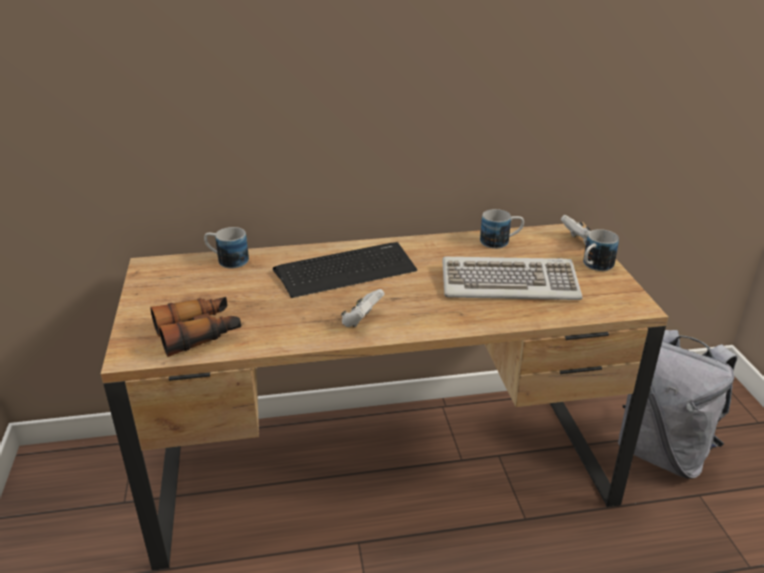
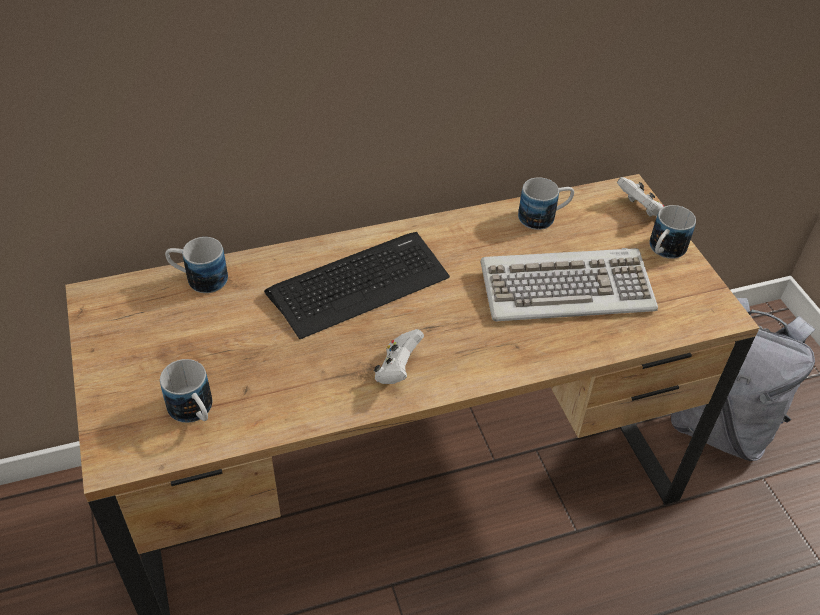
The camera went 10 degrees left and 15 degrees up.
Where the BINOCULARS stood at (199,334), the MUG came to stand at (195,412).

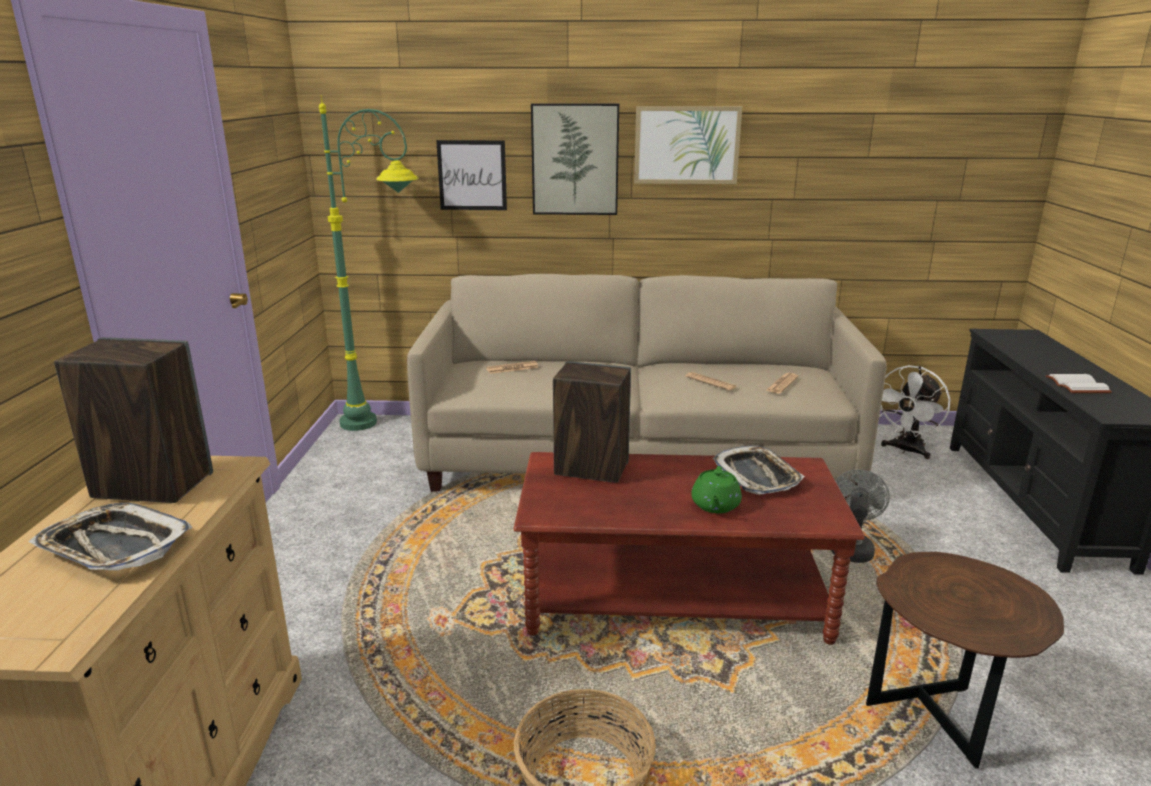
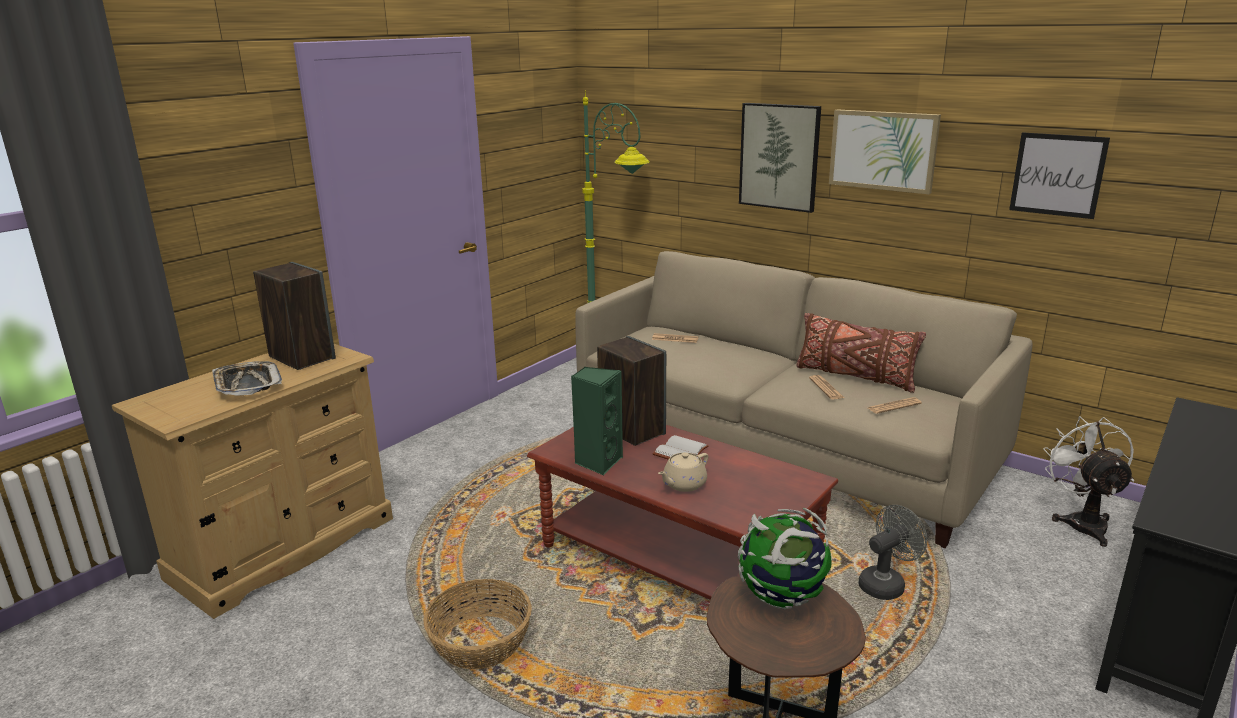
The camera went 35 degrees right and 0 degrees up.
The second view lost the TRAY at (757,476).
The second view gained the GREEN SPEAKER at (598,462).
The second view gained the GLOBE at (782,597).
The second view gained the BROWN PILLOW at (854,376).
The PICTURE ended up elsewhere, having gone from (472,175) to (1057,175).
The WHITE BOOK ended up elsewhere, having gone from (1075,385) to (679,451).
What was the GREEN TEAPOT at (715,505) turned into the BEIGE TEAPOT at (683,484).
The WHITE FAN at (906,450) ended up facing another way, 105 degrees clockwise from before.

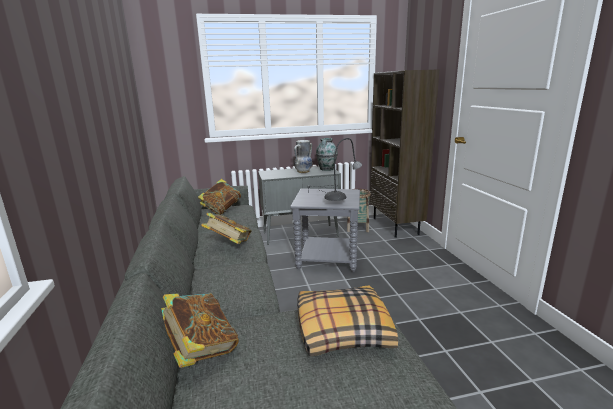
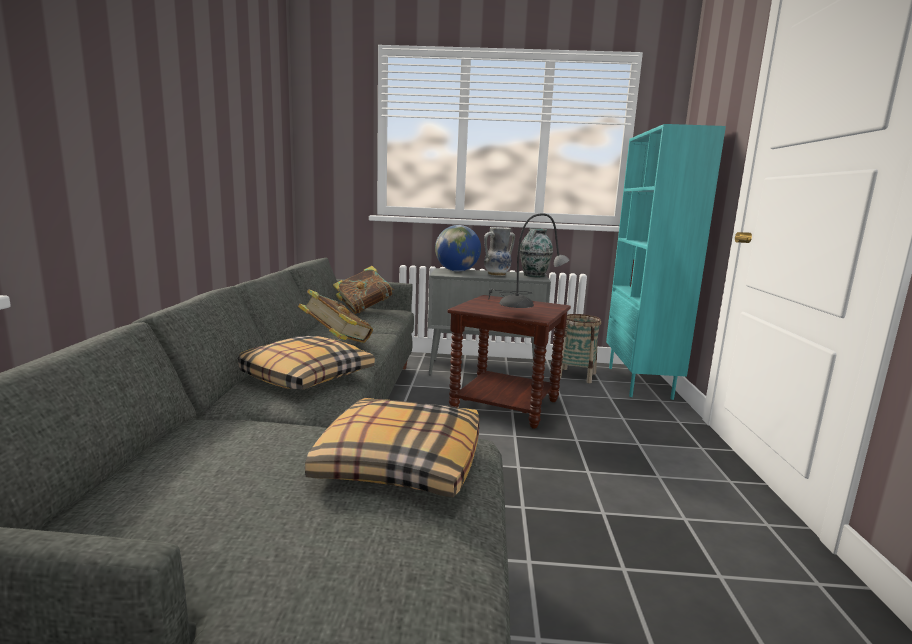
The camera went 15 degrees right and 5 degrees down.
The second view lost the BOOK at (200,350).
The second view gained the PILLOW at (303,377).
The second view gained the GLOBE at (457,271).
What was the GREY SIDE TABLE at (328,258) turned into the BROWN SIDE TABLE at (505,405).
What was the BROWN BOOKCASE at (396,226) turned into the TURQUOISE BOOKCASE at (640,383).

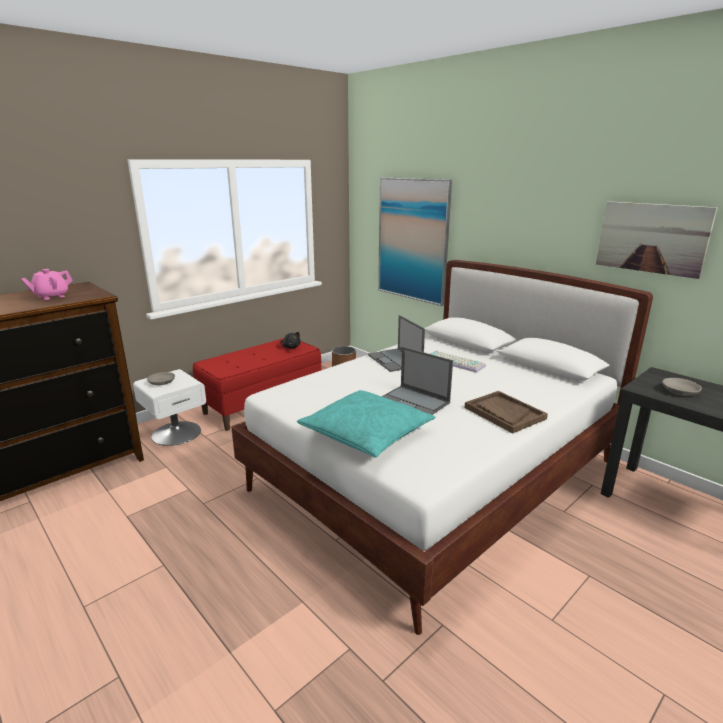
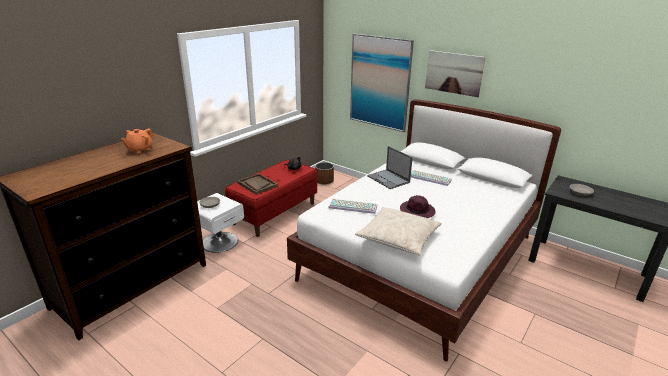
The camera went 10 degrees left and 5 degrees up.
The second view gained the KEYBOARD at (353,206).
The BROWN TRAY ended up elsewhere, having gone from (504,413) to (257,185).
The PICTURE ended up elsewhere, having gone from (651,238) to (453,73).
Where the LAPTOP stood at (414,402), the PURPLE HAT came to stand at (417,212).
What was the PINK TEAPOT at (51,296) turned into the ORANGE TEAPOT at (140,149).
What was the TURQUOISE PILLOW at (366,433) turned into the BEIGE PILLOW at (398,237).

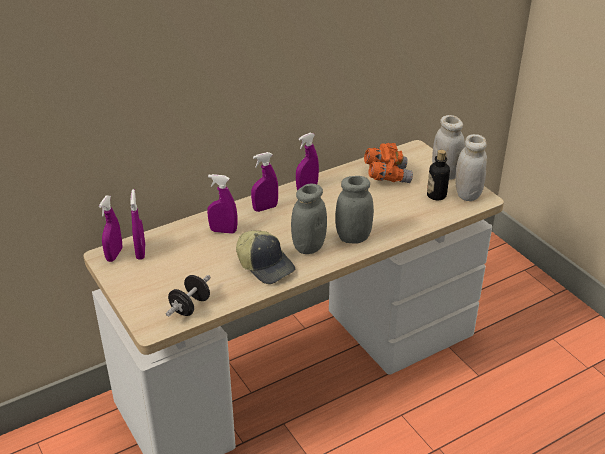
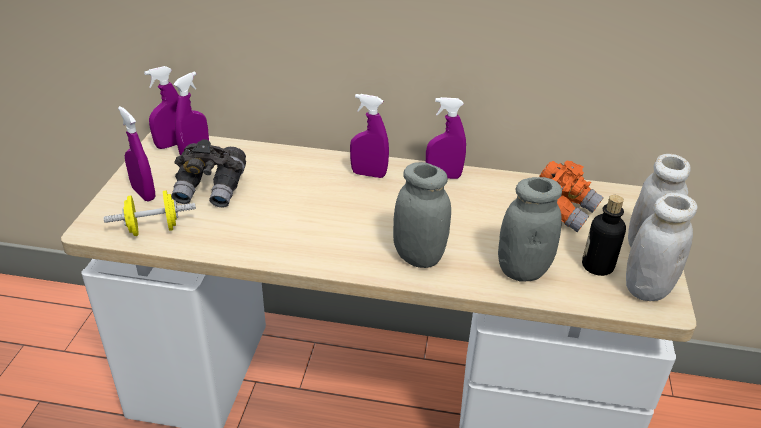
The camera went 40 degrees right and 0 degrees up.
The second view lost the CAP at (266,265).
The second view gained the GREY BINOCULARS at (211,189).
The PURPLE SPRAY BOTTLE ended up elsewhere, having gone from (223,231) to (143,193).
The GREY JAR ended up elsewhere, having gone from (308,246) to (522,270).
What was the BLACK DUMBBELL at (190,306) turned into the YELLOW DUMBBELL at (153,229).

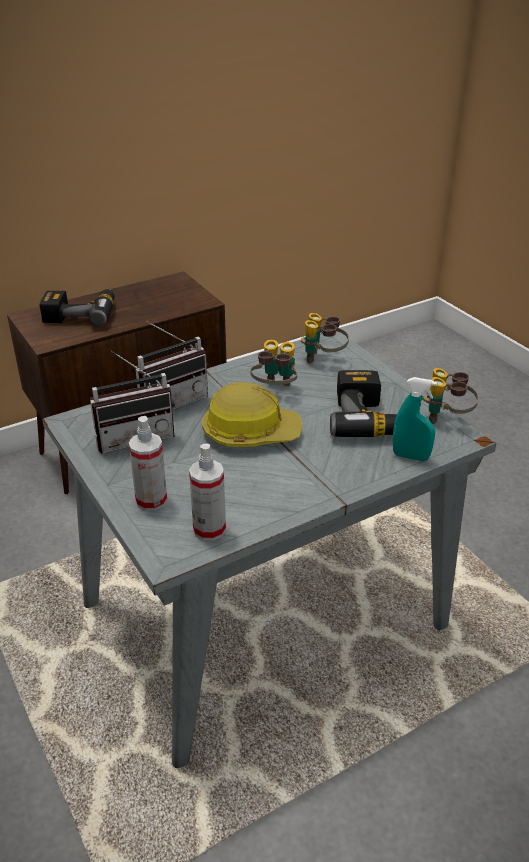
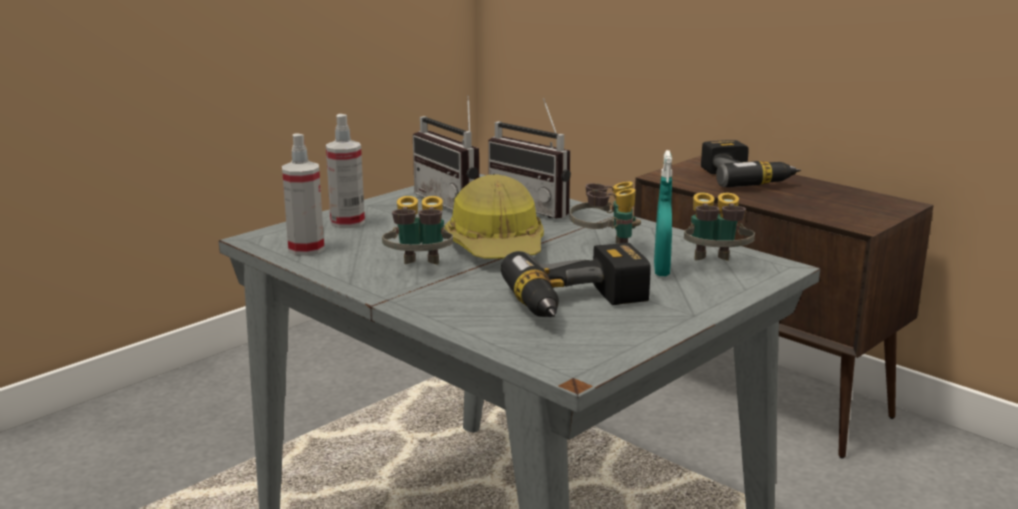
The camera went 75 degrees right and 15 degrees down.
The TURQUOISE SPRAY BOTTLE ended up elsewhere, having gone from (410,456) to (661,270).
The BINOCULARS ended up elsewhere, having gone from (446,419) to (419,270).

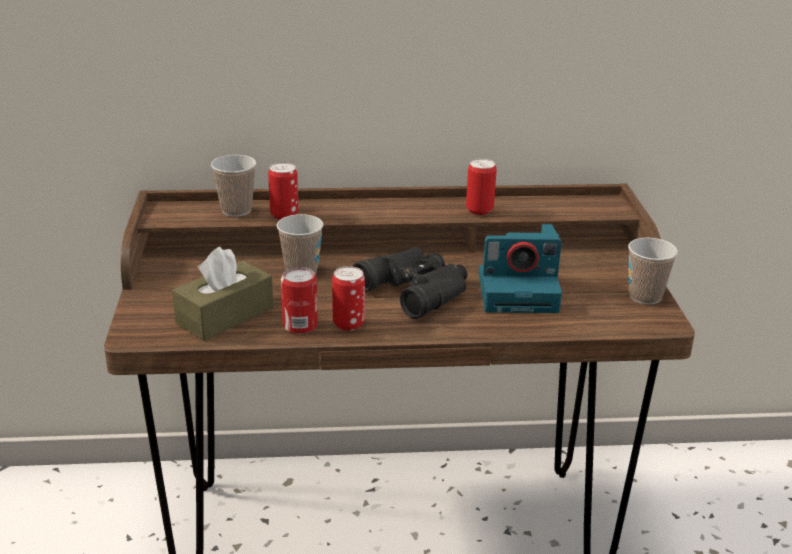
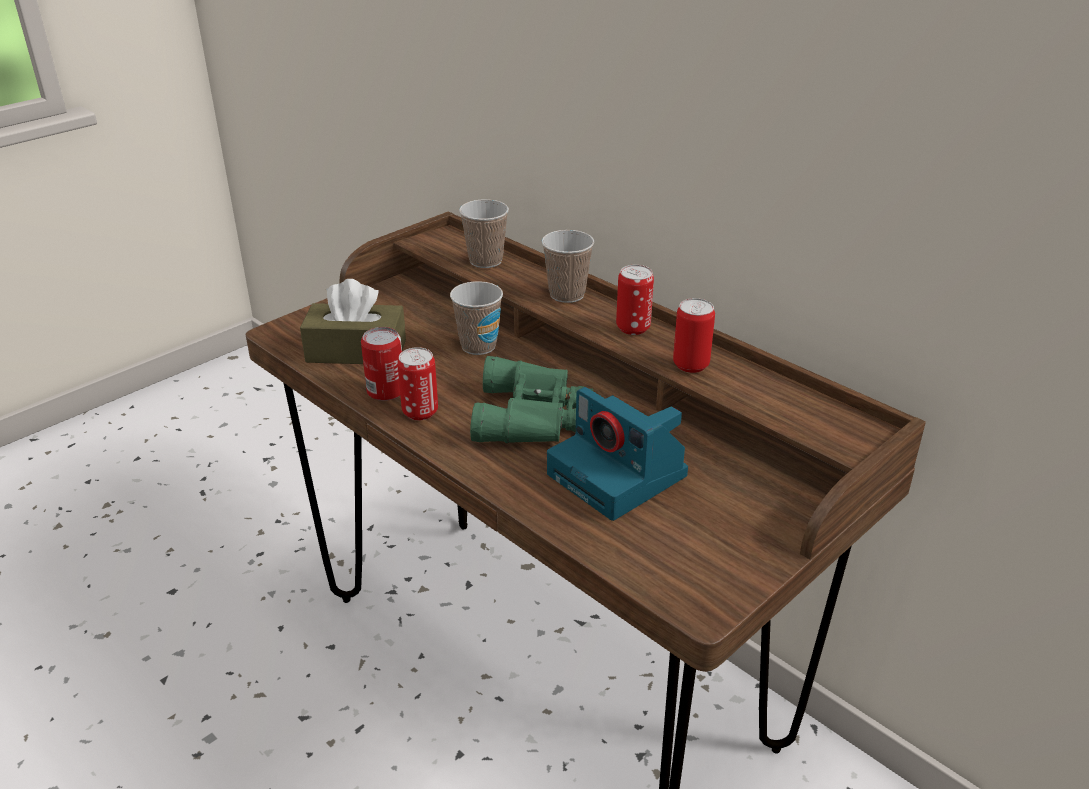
The camera went 50 degrees right and 5 degrees up.
The CAN ended up elsewhere, having gone from (284,215) to (633,328).
The CUP ended up elsewhere, having gone from (645,296) to (567,295).
What was the BLACK BINOCULARS at (418,289) turned into the GREEN BINOCULARS at (535,416).

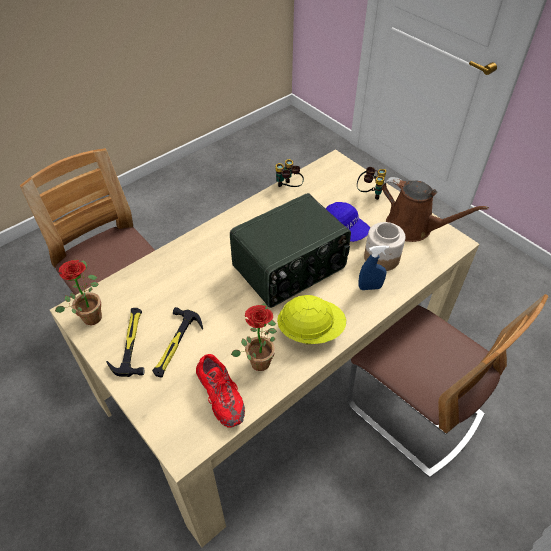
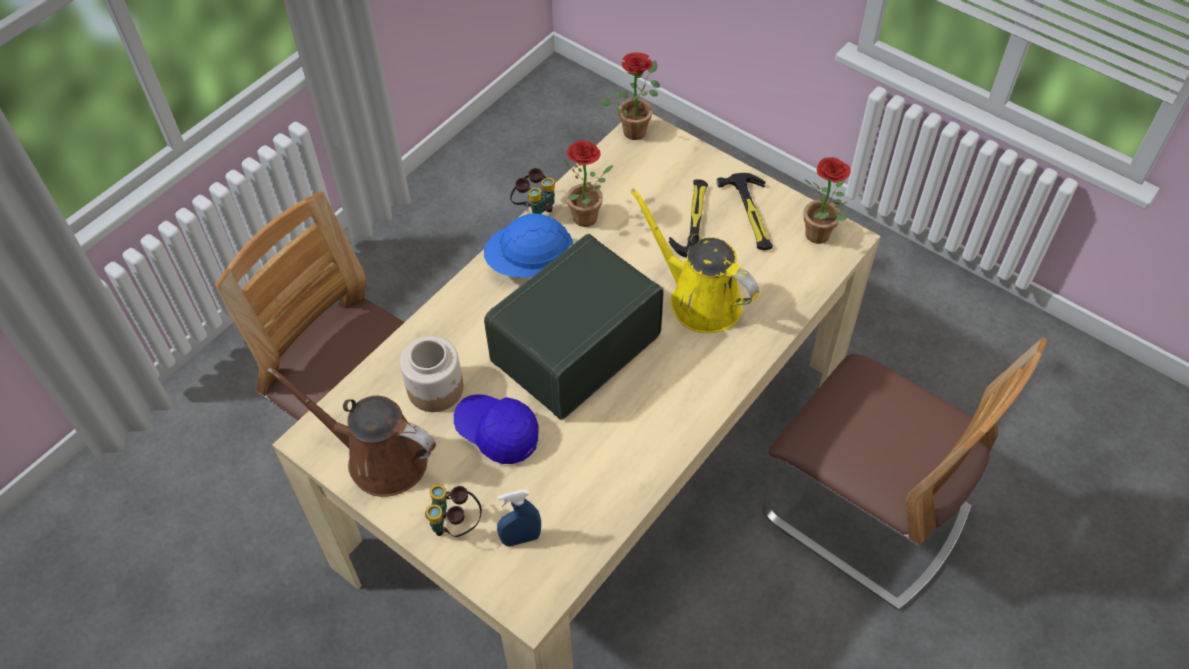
The camera went 170 degrees right and 5 degrees up.
The second view lost the RED SHOE at (221,396).
The second view gained the POTTED PLANT at (635,128).
The second view gained the YELLOW WATERING CAN at (699,299).
The BINOCULARS ended up elsewhere, having gone from (288,188) to (535,208).
The BLUE SPRAY BOTTLE ended up elsewhere, having gone from (370,287) to (521,538).
What was the YELLOW HARD HAT at (310,330) turned into the BLUE HARD HAT at (530,264).

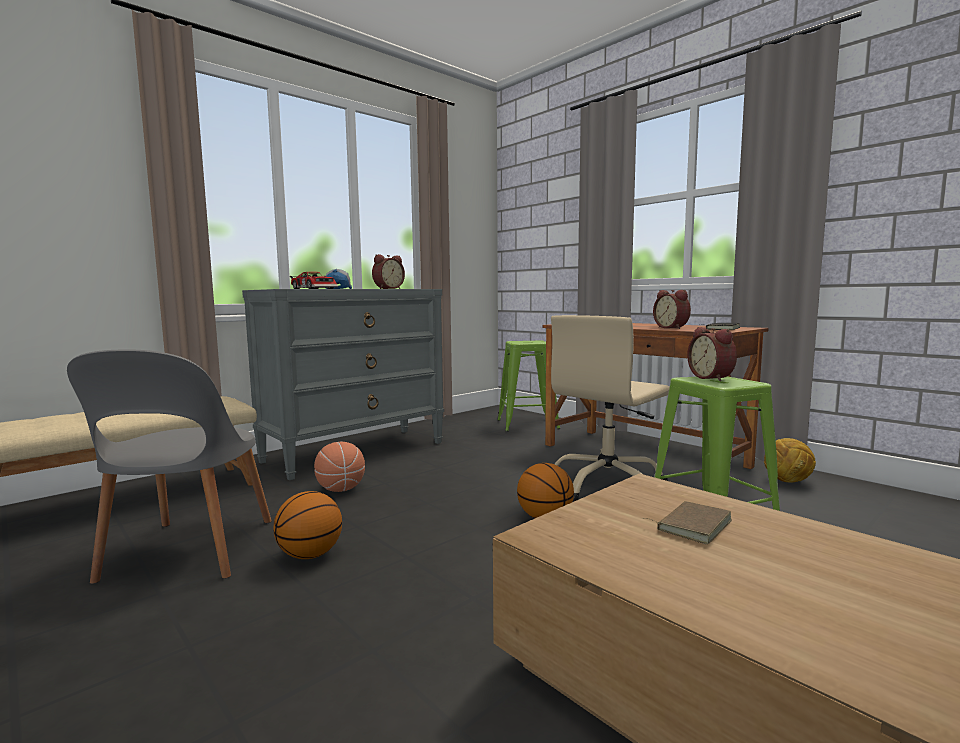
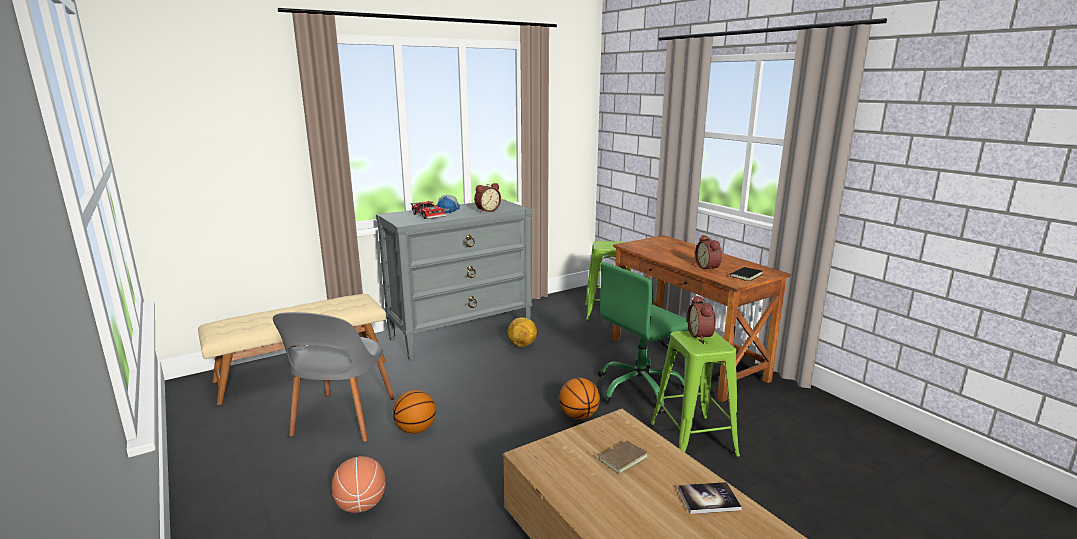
The camera went 10 degrees right and 10 degrees up.
The second view gained the BOOK at (708,499).
The BASKETBALL ended up elsewhere, having gone from (341,489) to (361,505).
The FOOTBALL ended up elsewhere, having gone from (788,481) to (522,345).
What was the BEIGE OFFICE CHAIR at (607,485) turned into the GREEN OFFICE CHAIR at (640,389).

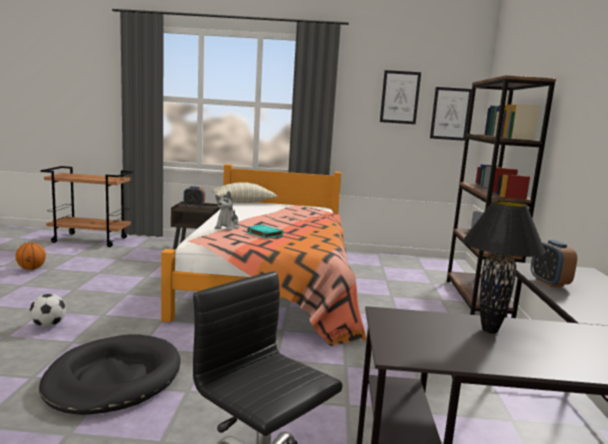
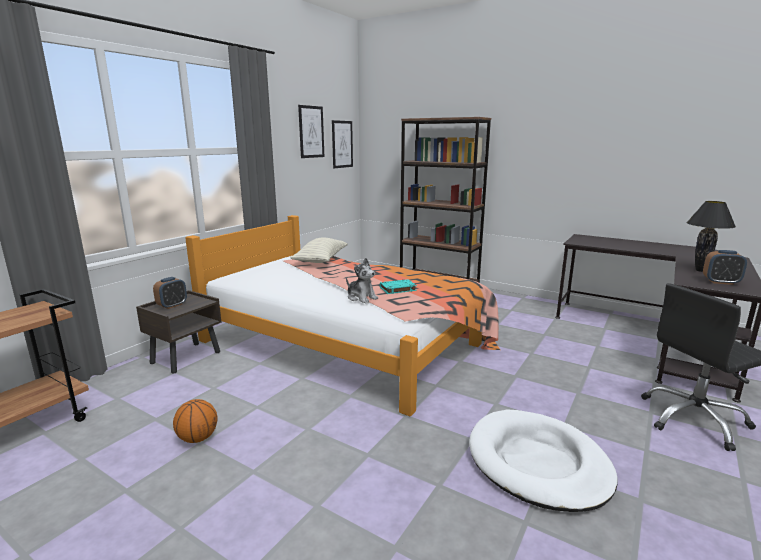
The camera went 60 degrees left and 5 degrees up.
The second view lost the FOOTBALL at (48,325).
The BASKETBALL ended up elsewhere, having gone from (31,269) to (198,438).
The PILLOW ended up elsewhere, having gone from (243,202) to (321,260).
The ALARM CLOCK ended up elsewhere, having gone from (549,282) to (720,282).
What was the BLACK DOG BED at (113,379) turned into the WHITE DOG BED at (537,463).

